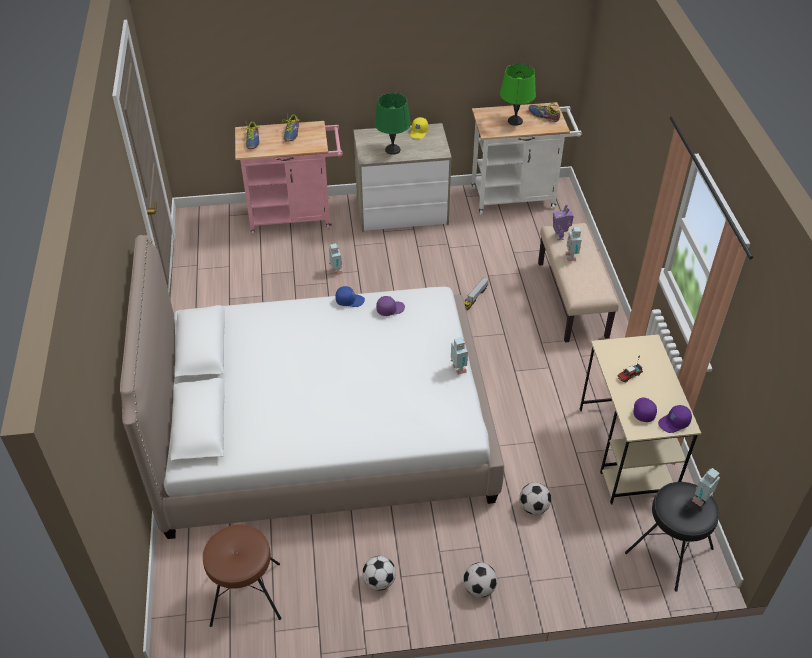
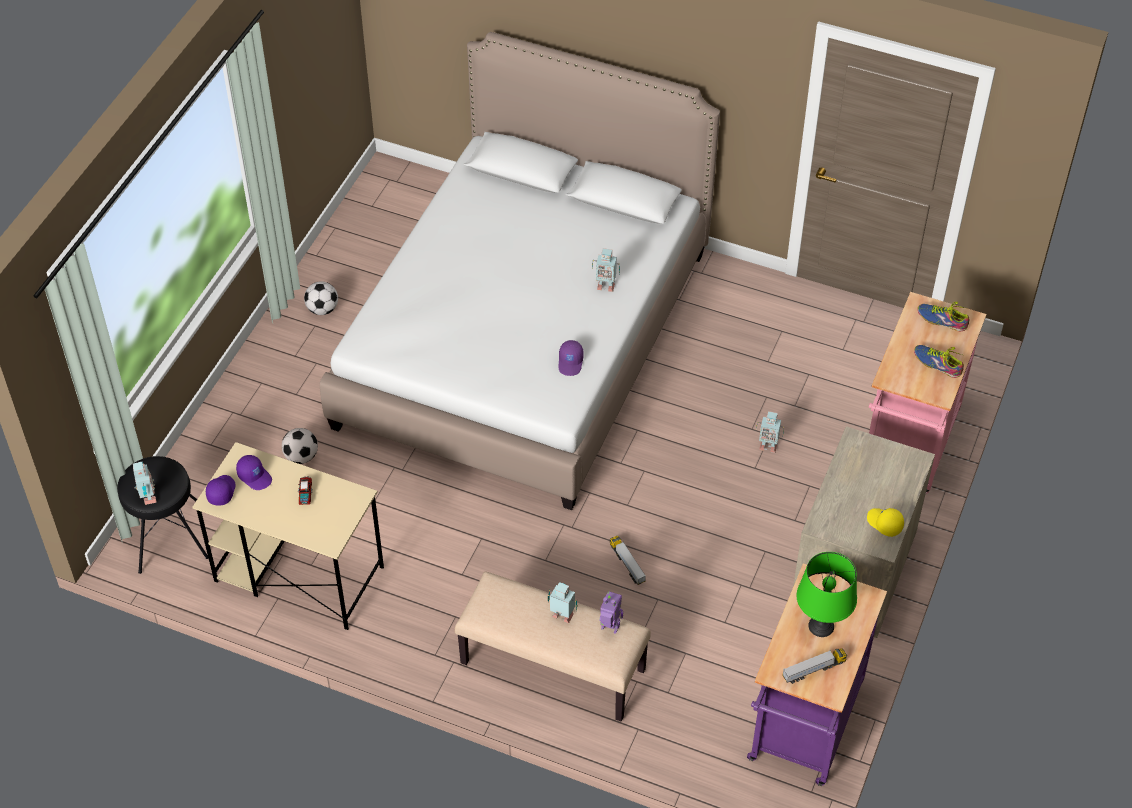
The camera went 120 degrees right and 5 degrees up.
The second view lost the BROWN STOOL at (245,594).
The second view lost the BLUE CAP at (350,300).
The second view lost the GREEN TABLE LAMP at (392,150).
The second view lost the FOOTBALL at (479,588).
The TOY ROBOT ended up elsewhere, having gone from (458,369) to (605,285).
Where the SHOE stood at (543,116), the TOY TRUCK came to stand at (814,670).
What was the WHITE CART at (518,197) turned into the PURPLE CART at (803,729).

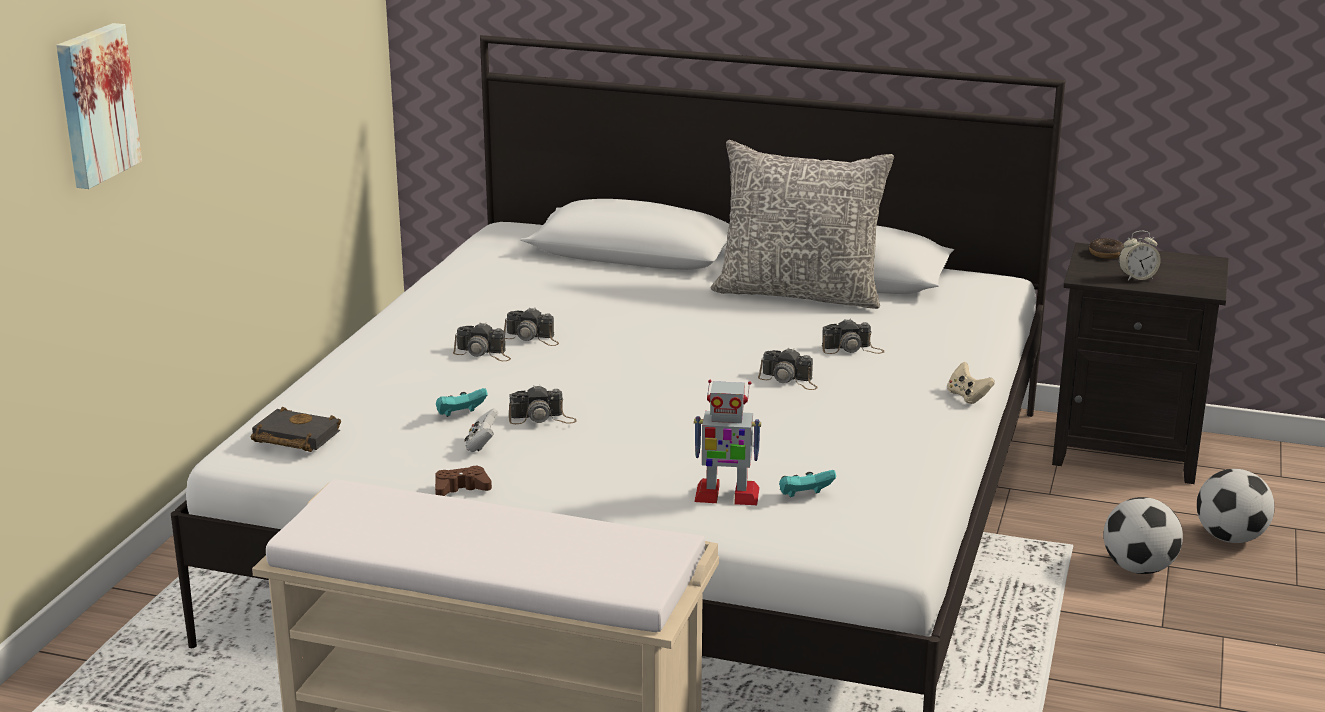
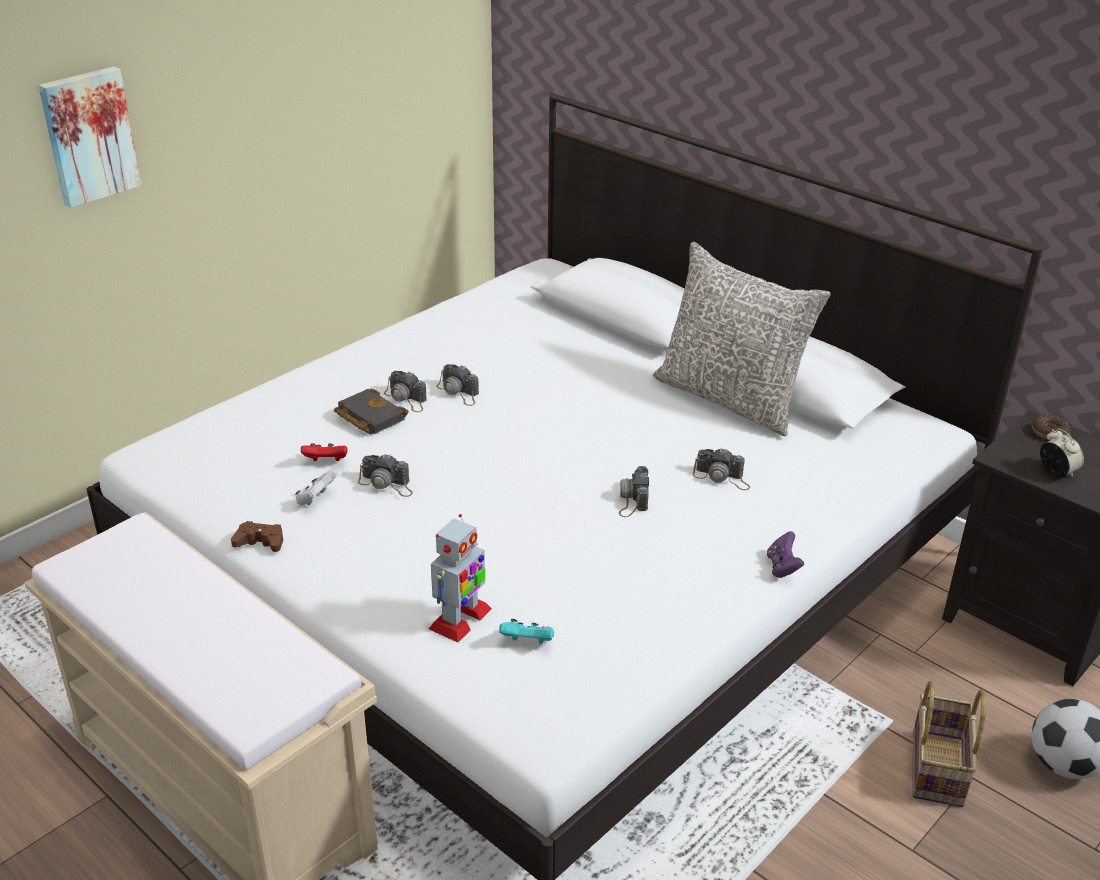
The camera went 25 degrees right and 10 degrees up.
The BLACK BOOK ended up elsewhere, having gone from (293,437) to (368,417).
Where the FOOTBALL stood at (1138,568), the BASKET came to stand at (939,770).
What was the TURQUOISE GAME CONTROLLER at (460,414) turned into the RED GAME CONTROLLER at (326,462).
What was the BEIGE GAME CONTROLLER at (967,397) turned into the PURPLE GAME CONTROLLER at (782,567).
The TOY ROBOT at (726,495) ended up facing another way, 90 degrees counterclockwise from before.
The PHOTO CAMERA at (789,380) ended up facing another way, 45 degrees clockwise from before.
The ALARM CLOCK at (1137,278) ended up facing another way, 135 degrees counterclockwise from before.

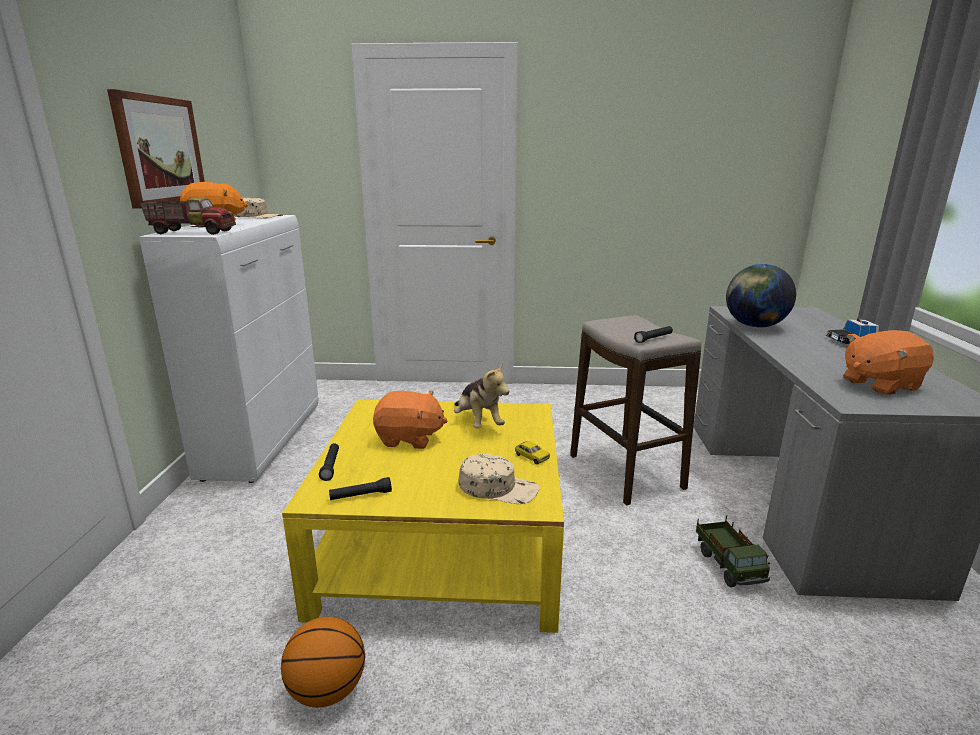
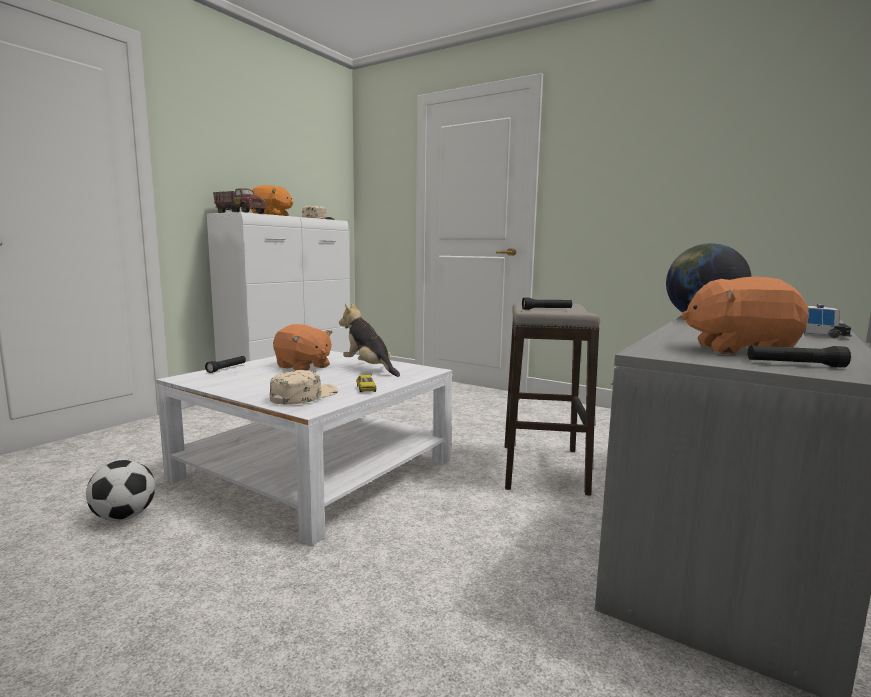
The camera went 30 degrees right and 10 degrees down.
The second view lost the PICTURE at (160,151).
The second view lost the TOY TRUCK at (728,566).
The BLACK FLASHLIGHT ended up elsewhere, having gone from (361,495) to (795,365).
Where the BASKETBALL stood at (327,690), the FOOTBALL came to stand at (124,517).
What was the YELLOW COFFEE TABLE at (443,543) turned into the WHITE COFFEE TABLE at (315,469).
The PLUSH TOY at (478,423) ended up facing another way, 135 degrees clockwise from before.
The BEIGE CAP at (498,487) ended up facing another way, 105 degrees counterclockwise from before.

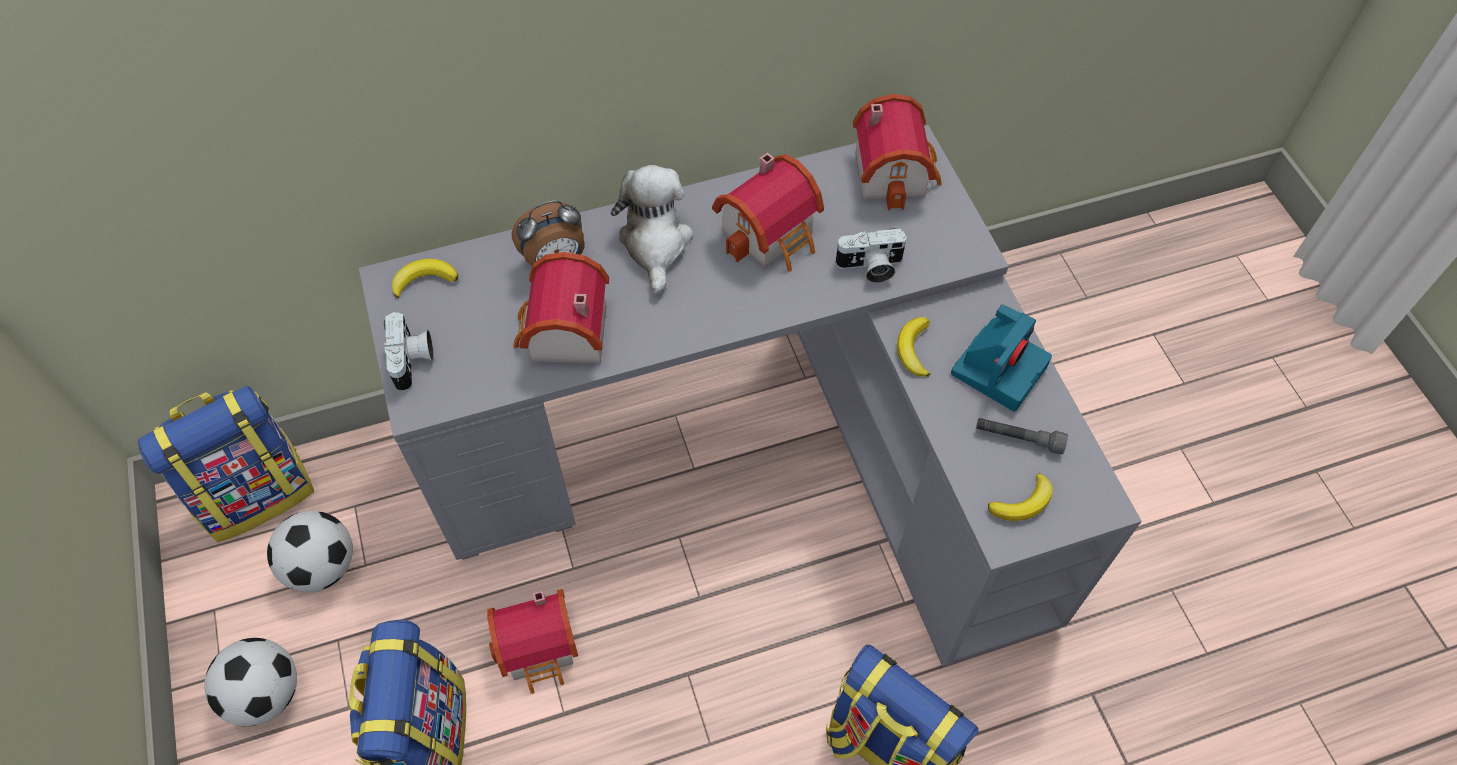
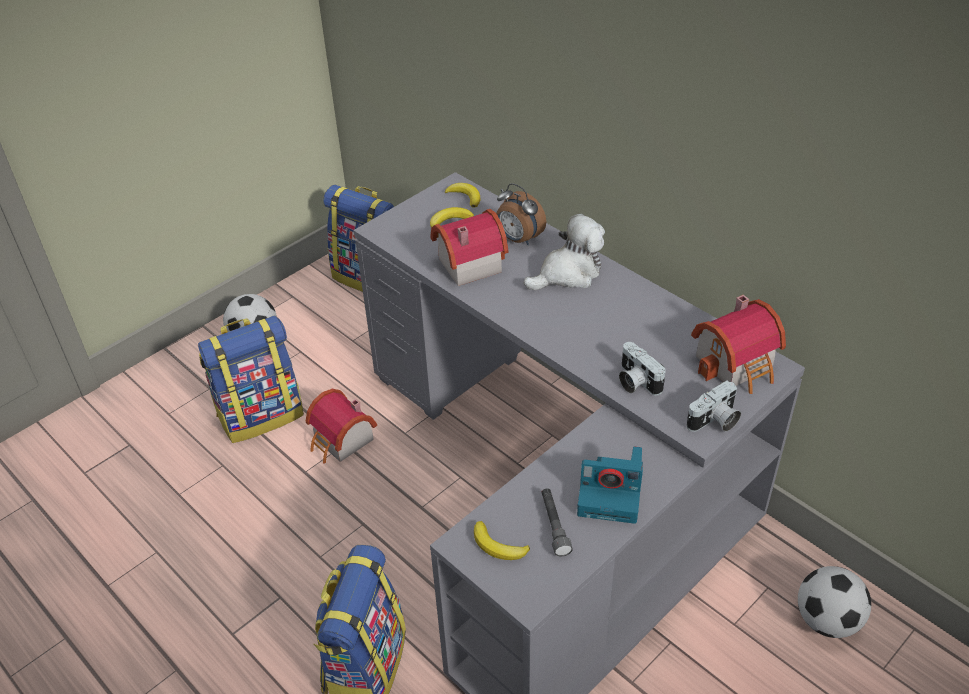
The camera went 65 degrees right and 15 degrees down.
The second view lost the TOY HOUSE at (772,234).
The FOOTBALL ended up elsewhere, having gone from (322,566) to (826,620).
The PHOTO CAMERA ended up elsewhere, having gone from (413,360) to (715,421).
The BANANA ended up elsewhere, having gone from (913,349) to (450,221).

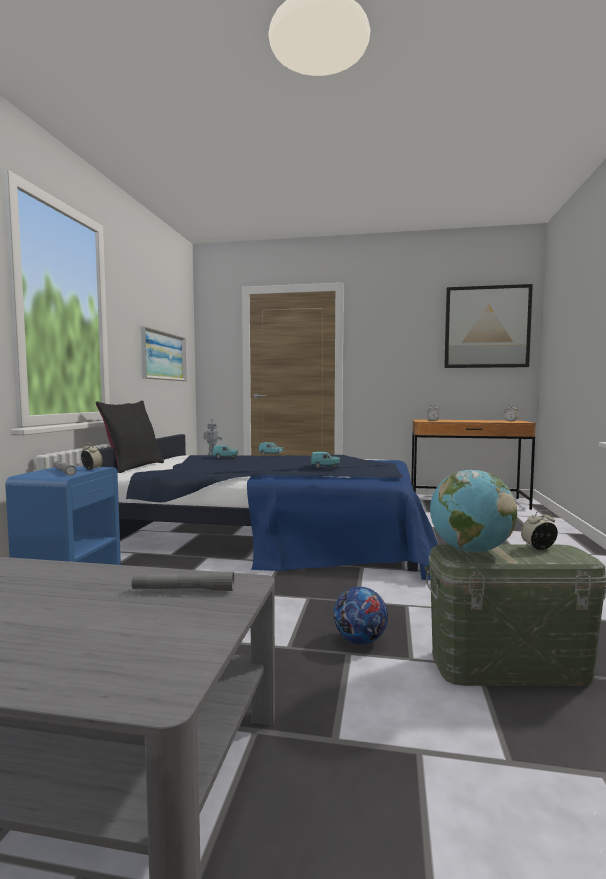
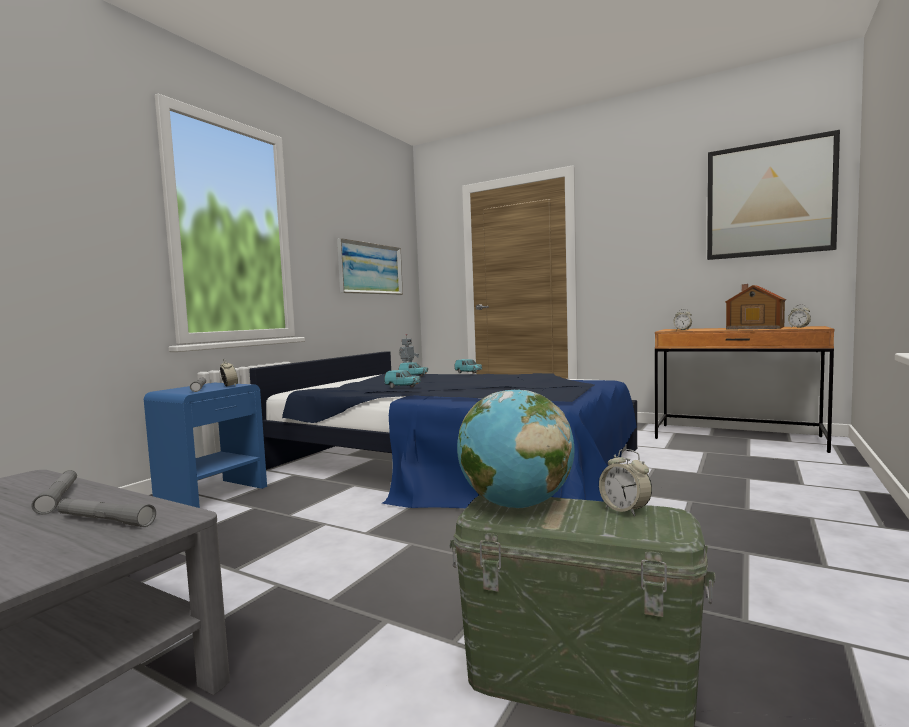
The camera went 20 degrees right and 0 degrees up.
The second view lost the BLACK PILLOW at (133,467).
The second view lost the FOOTBALL at (360,640).
The second view gained the GREY FLASHLIGHT at (58,498).
The second view gained the TOY HOUSE at (754,328).
The TURQUOISE TOY CAR ended up elsewhere, having gone from (325,466) to (403,387).
The ALARM CLOCK at (538,548) ended up facing another way, 135 degrees counterclockwise from before.

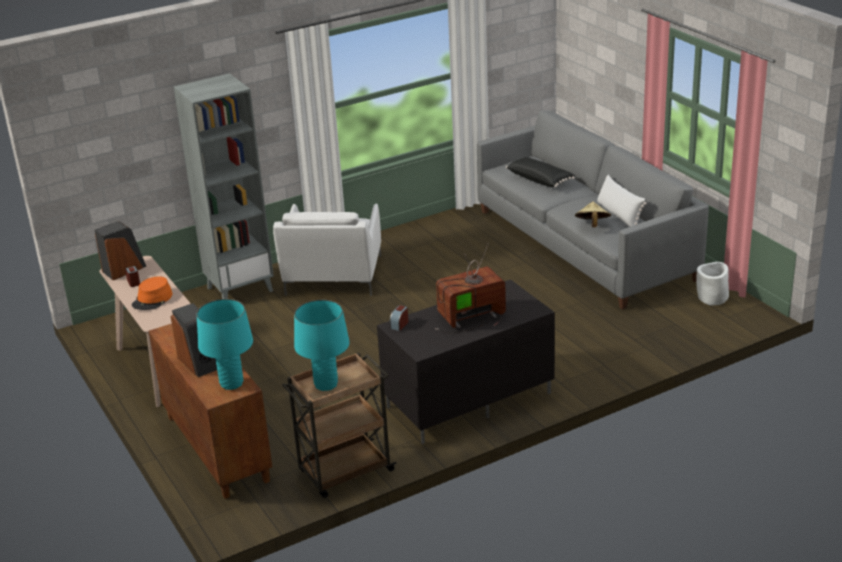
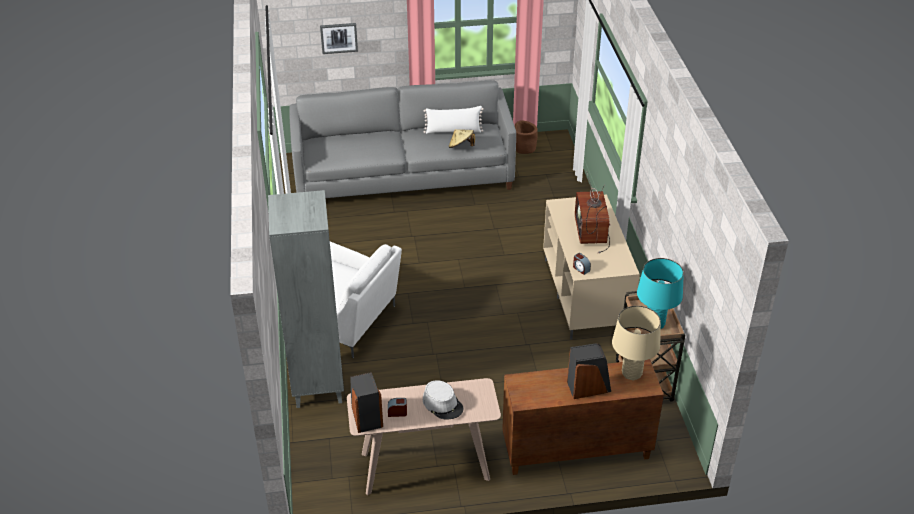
The camera went 70 degrees left and 10 degrees up.
The second view lost the BLACK PILLOW at (540,179).
The second view gained the PICTURE at (339,38).
What was the ORANGE HAT at (152,300) turned into the GREY HAT at (443,404).
What was the TURQUOISE TABLE LAMP at (232,384) turned into the BEIGE TABLE LAMP at (631,373).
What was the BLACK TV STAND at (468,401) turned into the BEIGE TV STAND at (586,296).
What was the WHITE PLANTER at (712,298) turned into the BROWN PLANTER at (524,148).

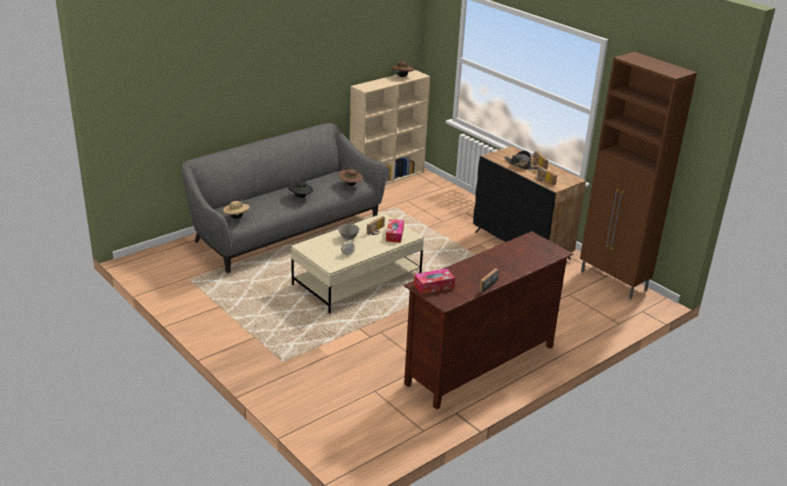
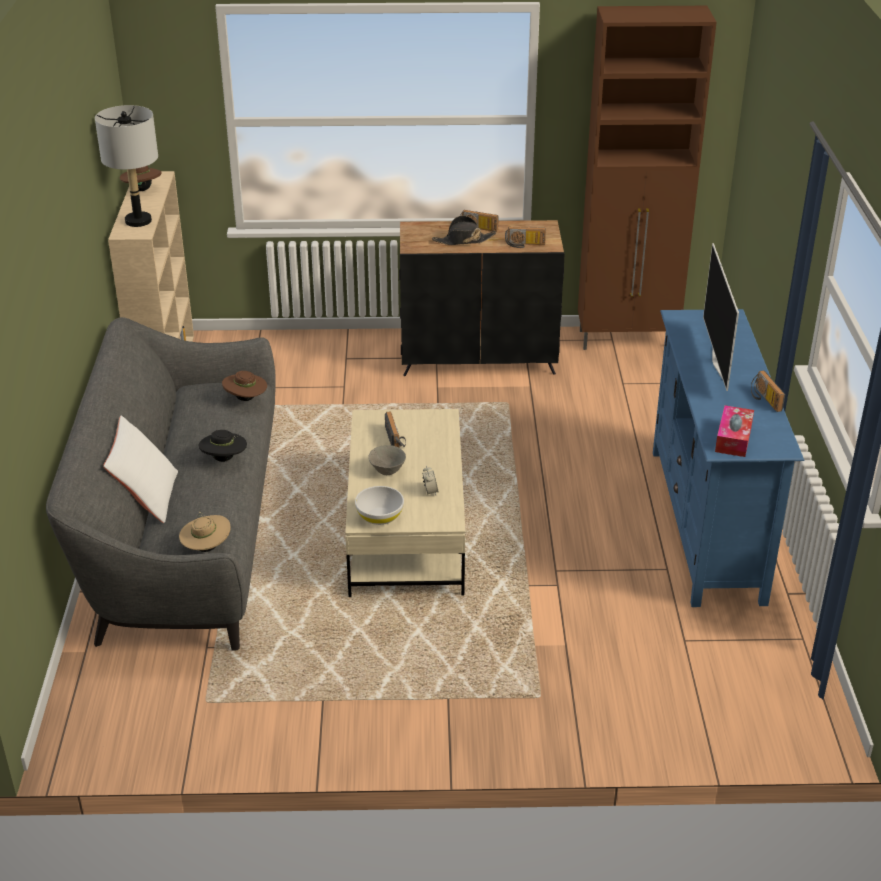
The camera went 50 degrees left and 5 degrees up.
The second view lost the TISSUE BOX at (394,235).
The second view gained the GREY TABLE LAMP at (138,221).
The second view gained the WHITE PILLOW at (146,497).
The second view gained the WHITE BOWL at (379,516).
The second view gained the TELEVISION at (719,363).
What was the BROWN TV STAND at (481,365) turned into the BLUE TV STAND at (707,524).

